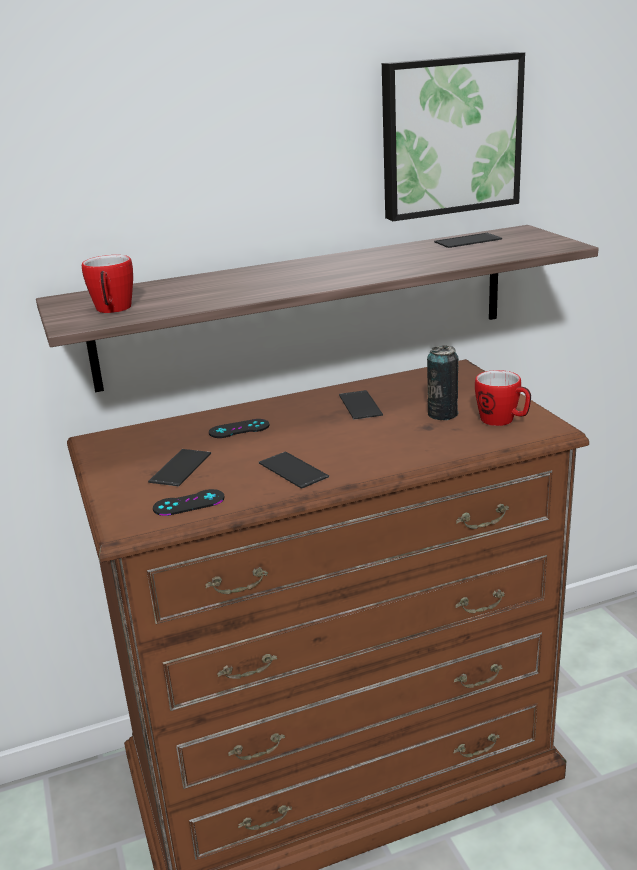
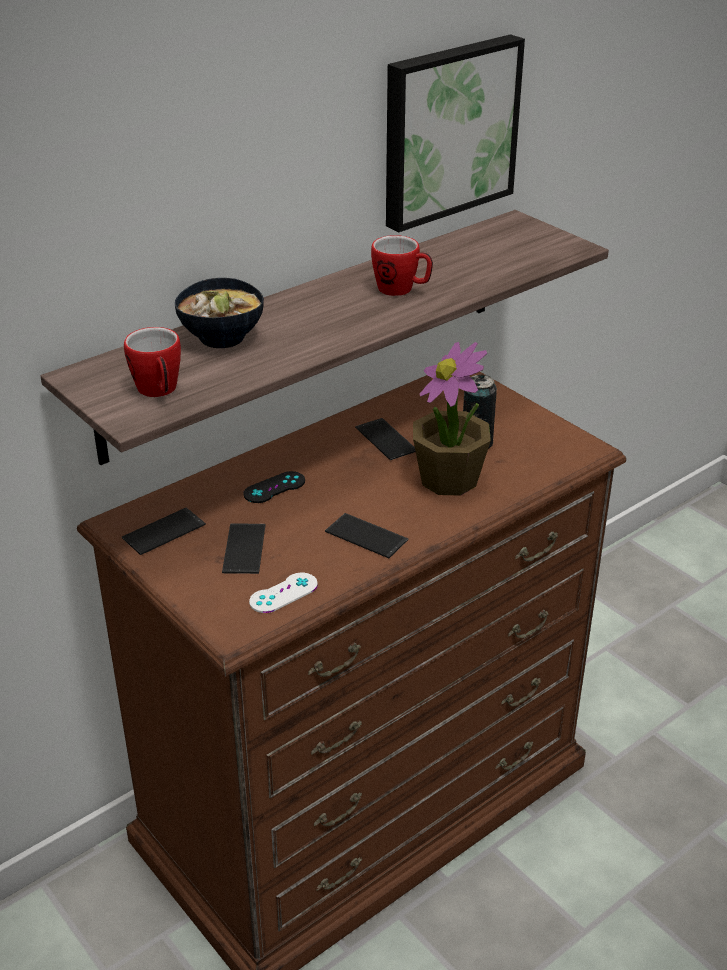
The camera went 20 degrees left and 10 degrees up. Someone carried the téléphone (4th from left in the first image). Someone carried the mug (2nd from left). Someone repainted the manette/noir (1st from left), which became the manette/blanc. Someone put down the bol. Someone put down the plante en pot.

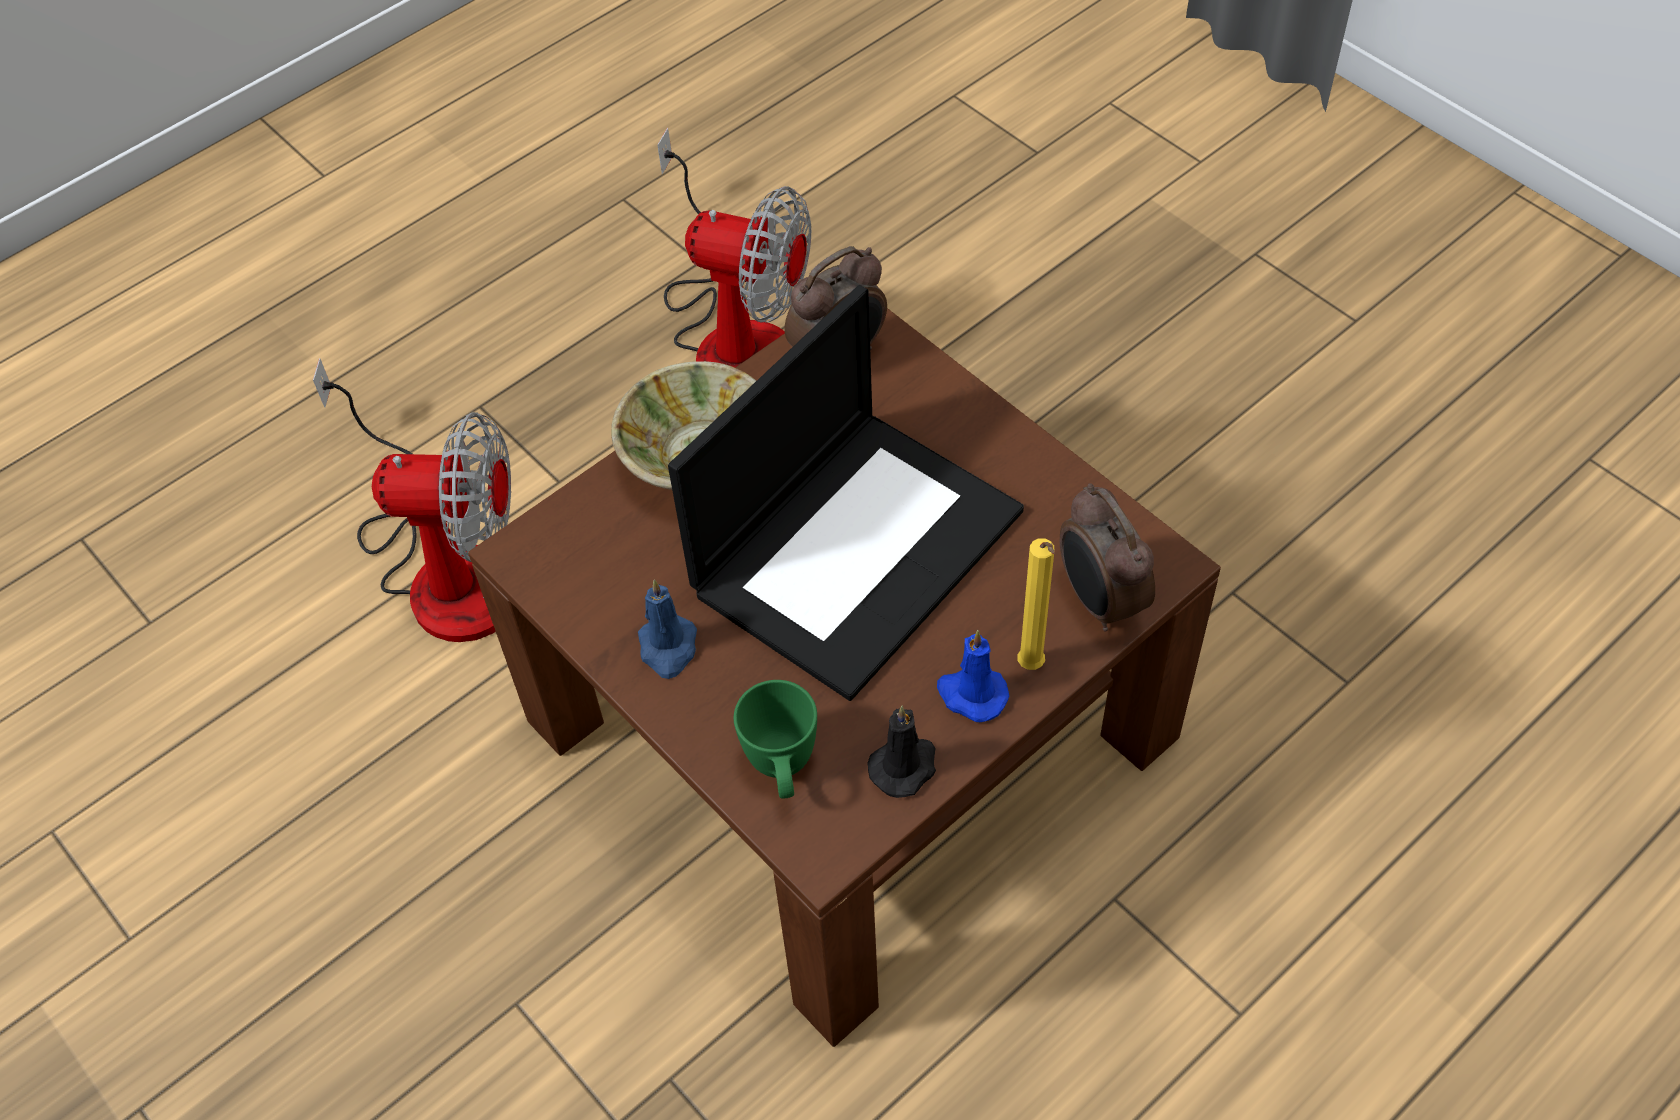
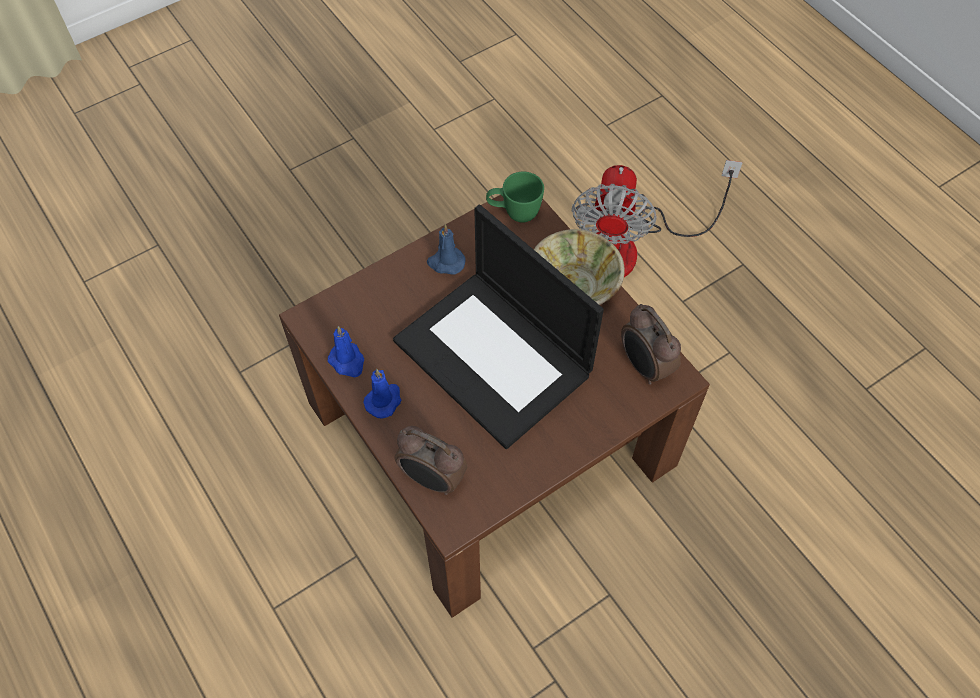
The camera went 95 degrees right and 5 degrees up. Someone took away the ventilateur (2nd from left). Someone rotated the réveil (2nd from left in the first image) by 135 degrees counterclockwise. Someone took away the bougie/jaune. Someone carried the mug/vert. Someone repainted the bougie/noir, which became the bougie/bleu (1st from left).

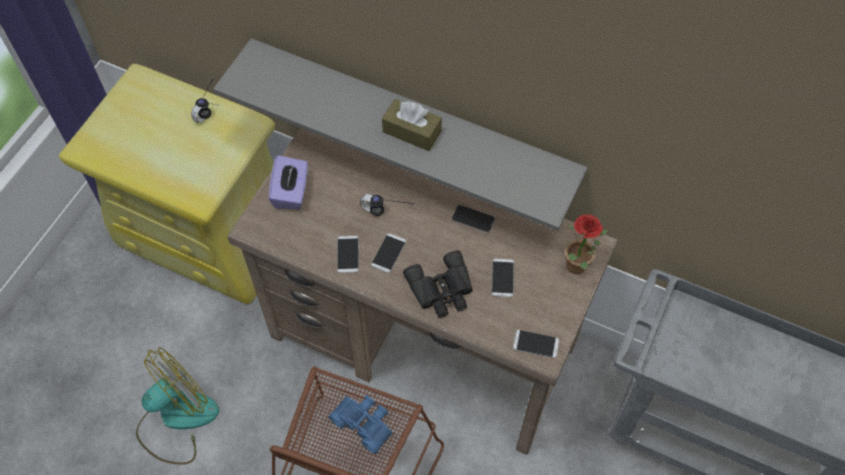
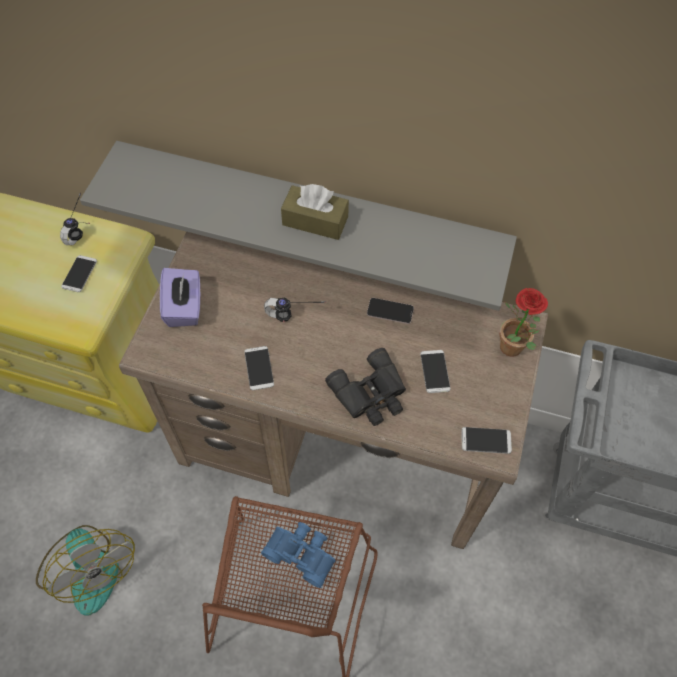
The camera went 10 degrees left and 0 degrees up. Someone carried the téléphone (2nd from left in the first image). Someone rotated the ventilateur by 105 degrees clockwise.

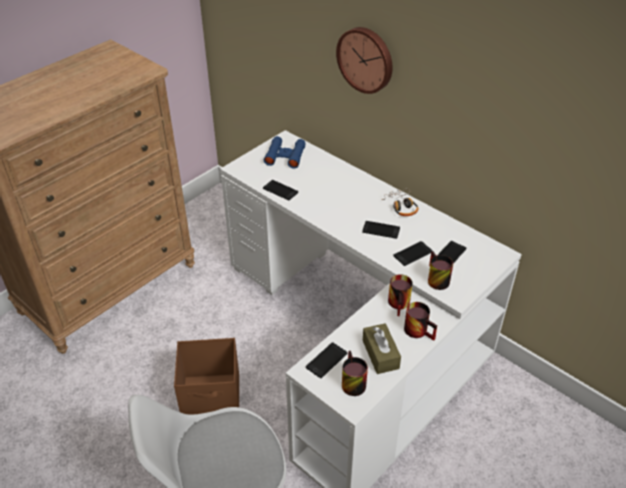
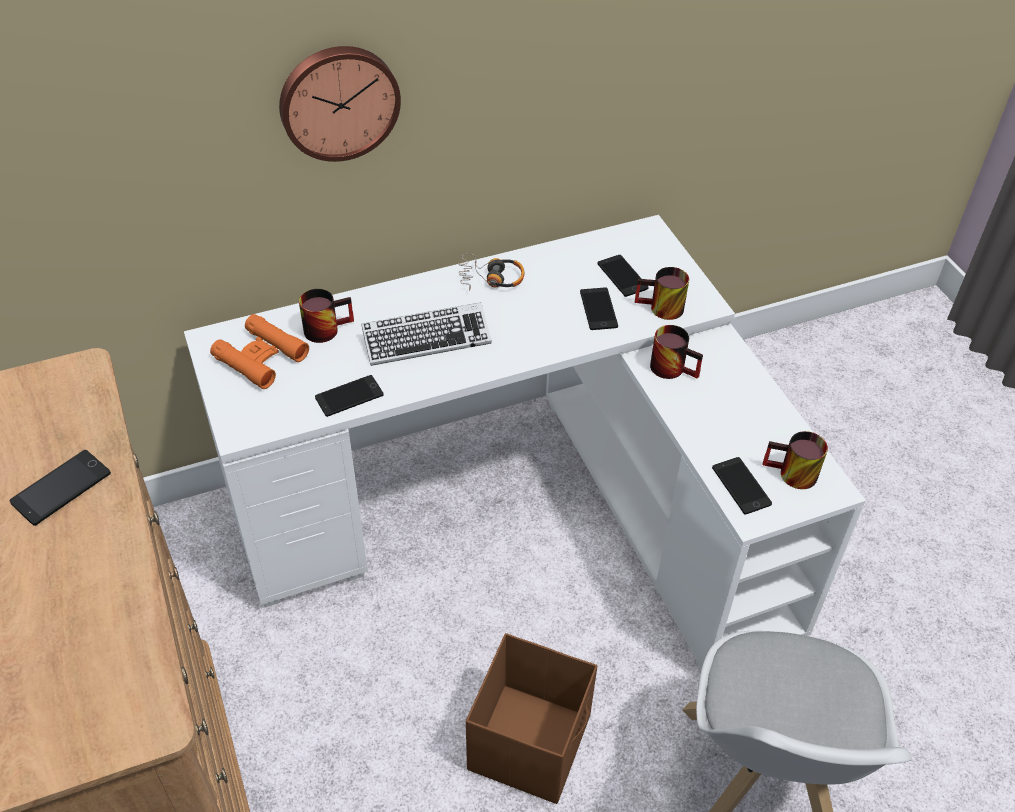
The camera went 65 degrees left and 5 degrees up. Someone repainted the jumelles/bleu, which became the jumelles/orange. Someone carried the téléphone (3rd from left in the first image). Someone carried the mug (3rd from left in the first image). Someone took away the boîte à mouchoirs/marron. Someone put down the clavier.

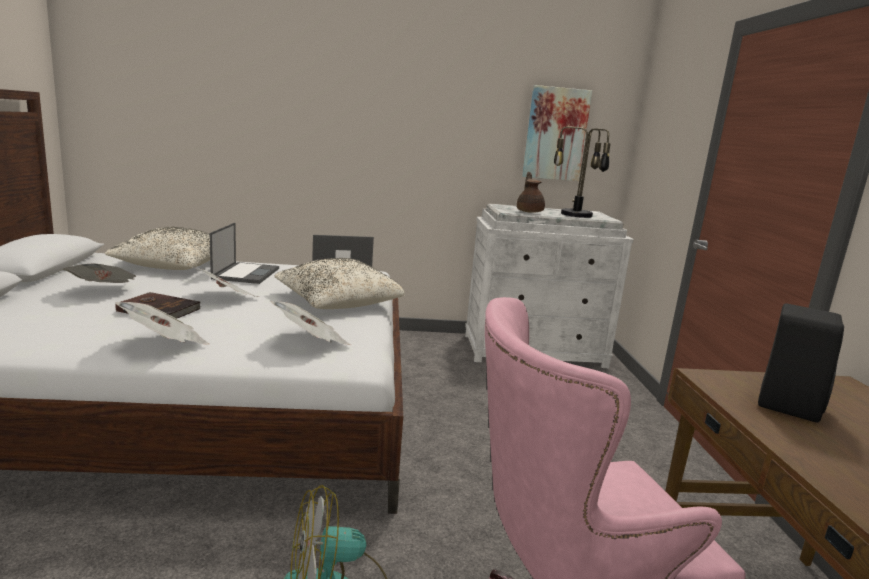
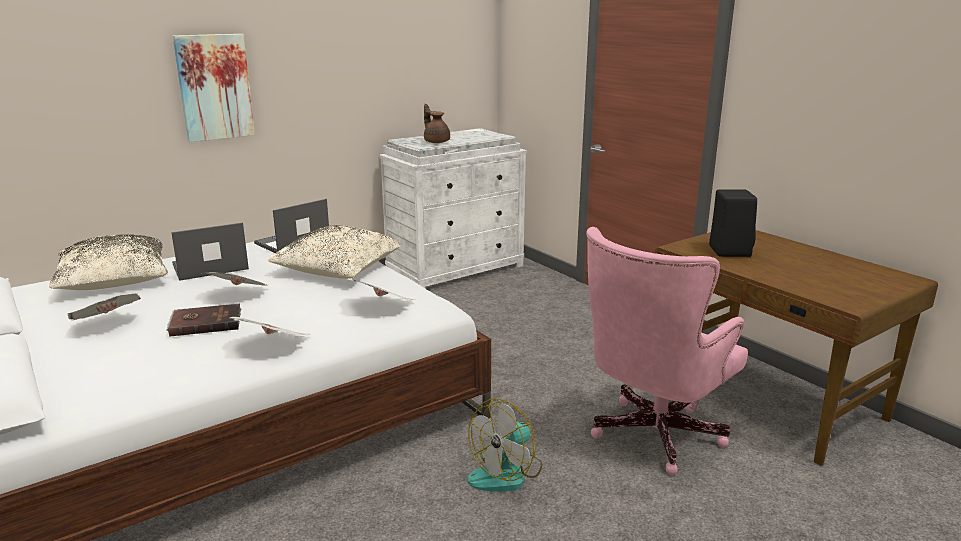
The camera went 30 degrees left and 5 degrees up. Someone carried the tableau. Someone took away the lampe de table. Someone rotated the ordinateur portable (1st from left) by 90 degrees counterclockwise.

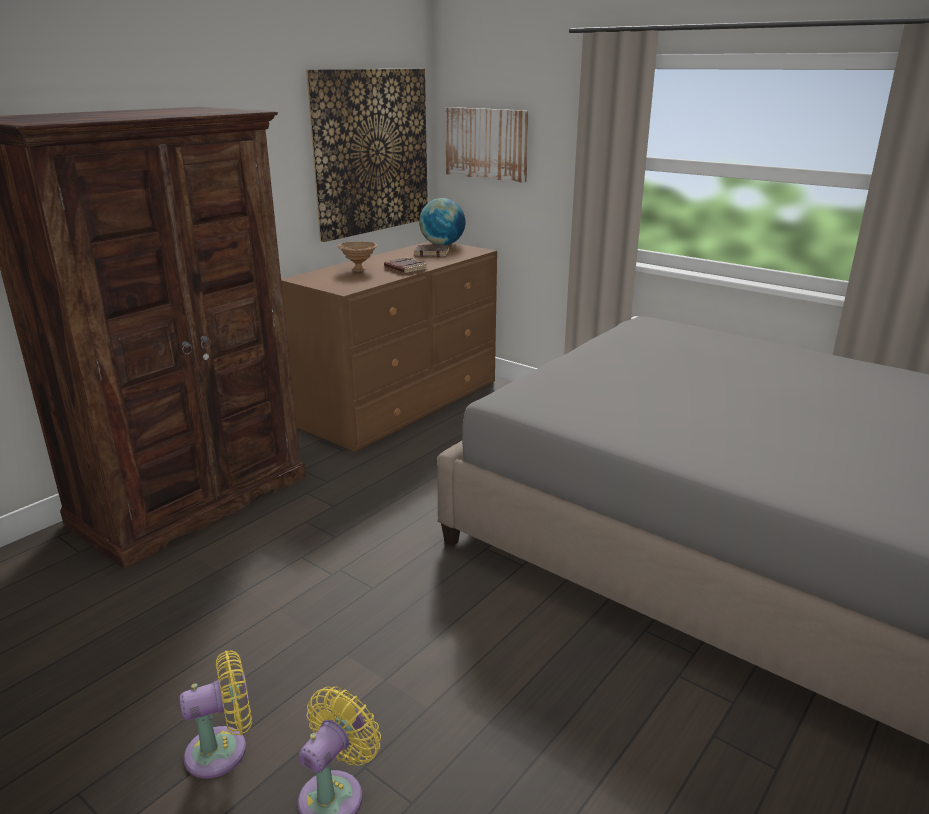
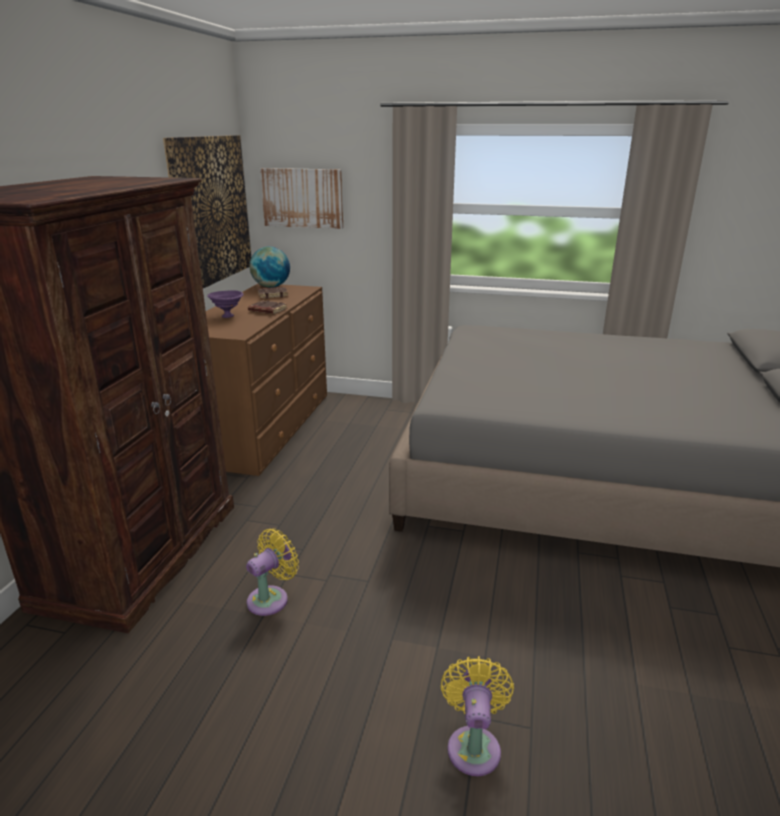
The camera went 25 degrees left and 0 degrees up. Someone repainted the bol/marron, which became the bol/violet. Someone carried the ventilateur/jaune (1st from left).

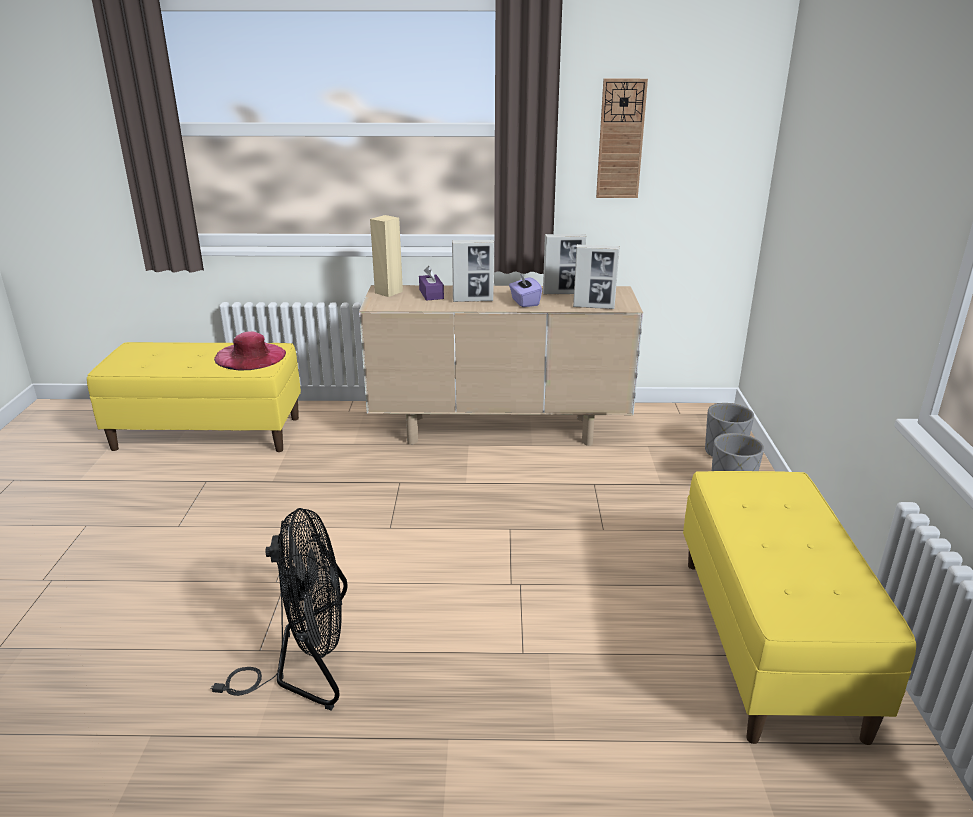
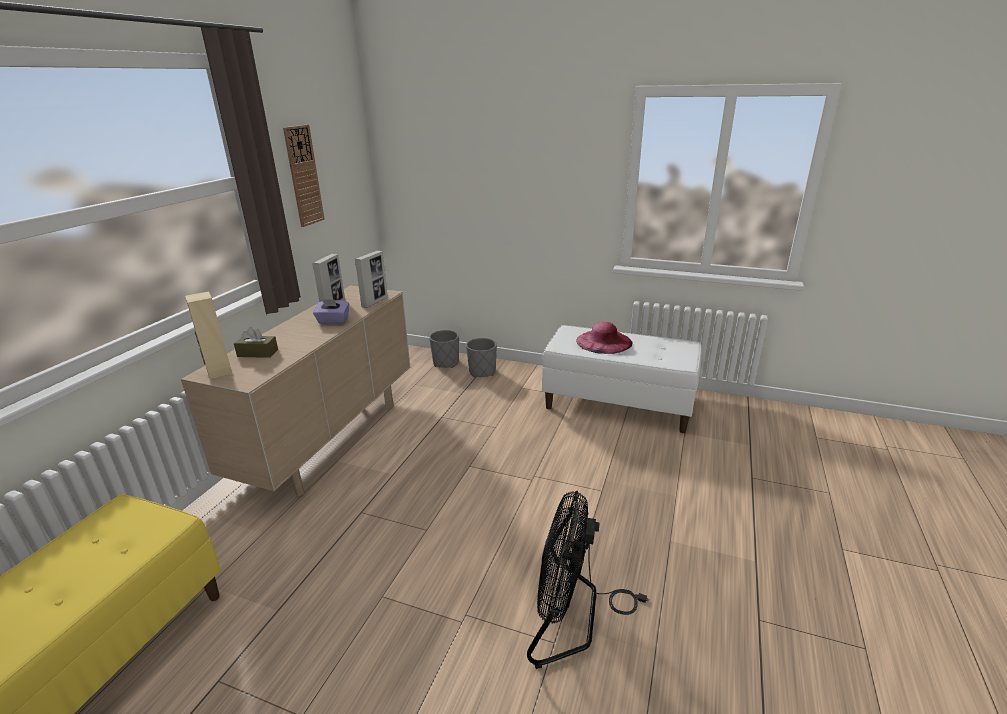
The camera went 70 degrees left and 0 degrees up. Someone took away the cadre photo (1st from left). Someone repainted the boîte à mouchoirs/violet (1st from left), which became the boîte à mouchoirs/marron. Someone carried the chapeau/rose. Someone repainted the banc/jaune (2nd from left), which became the banc/blanc. Someone rotated the ventilateur/noir by 90 degrees counterclockwise.

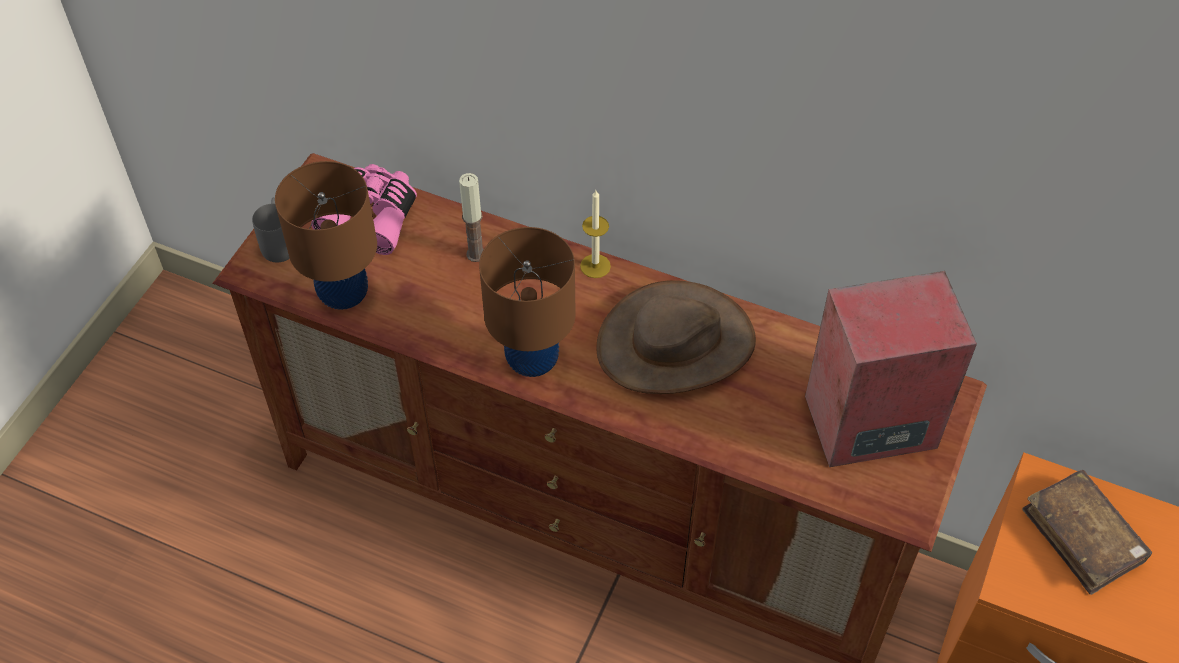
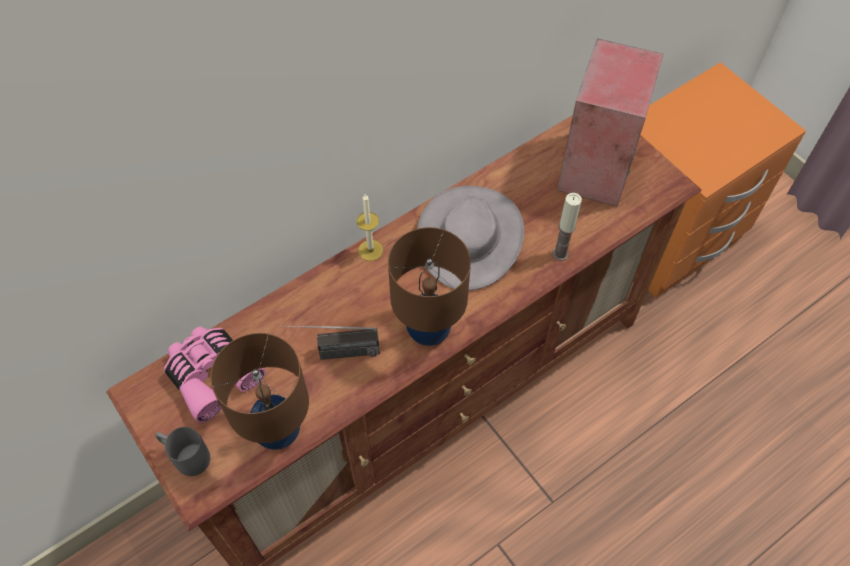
The camera went 60 degrees left and 5 degrees up. Someone carried the bougie (1st from left in the first image). Someone repainted the chapeau/marron, which became the chapeau/gris. Someone took away the livre/marron. Someone put down the radio.

